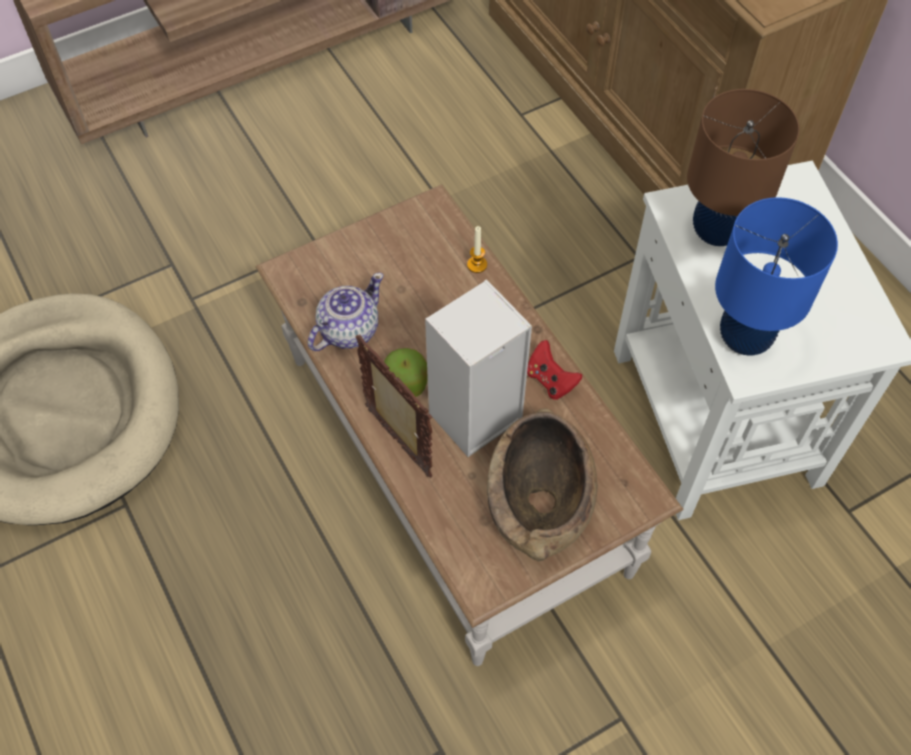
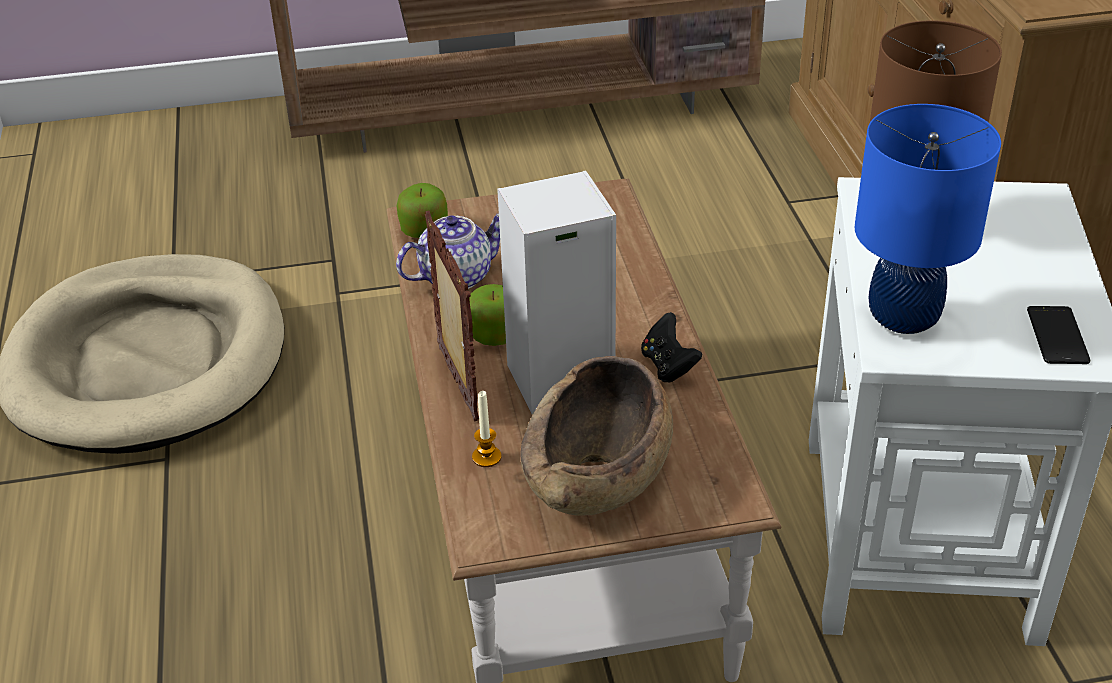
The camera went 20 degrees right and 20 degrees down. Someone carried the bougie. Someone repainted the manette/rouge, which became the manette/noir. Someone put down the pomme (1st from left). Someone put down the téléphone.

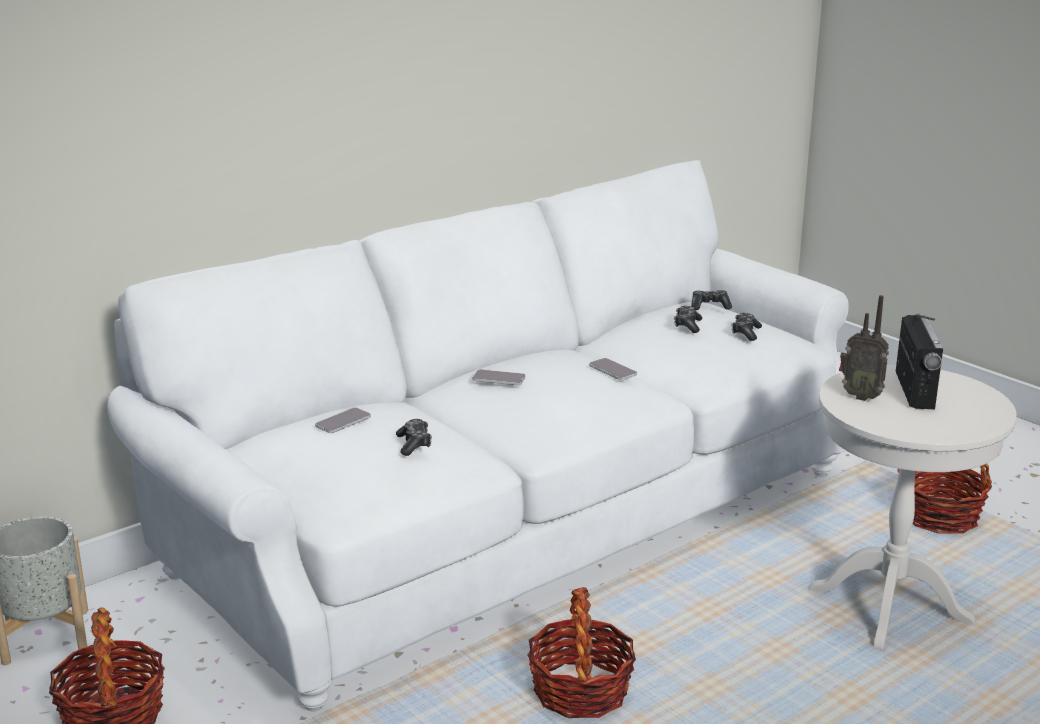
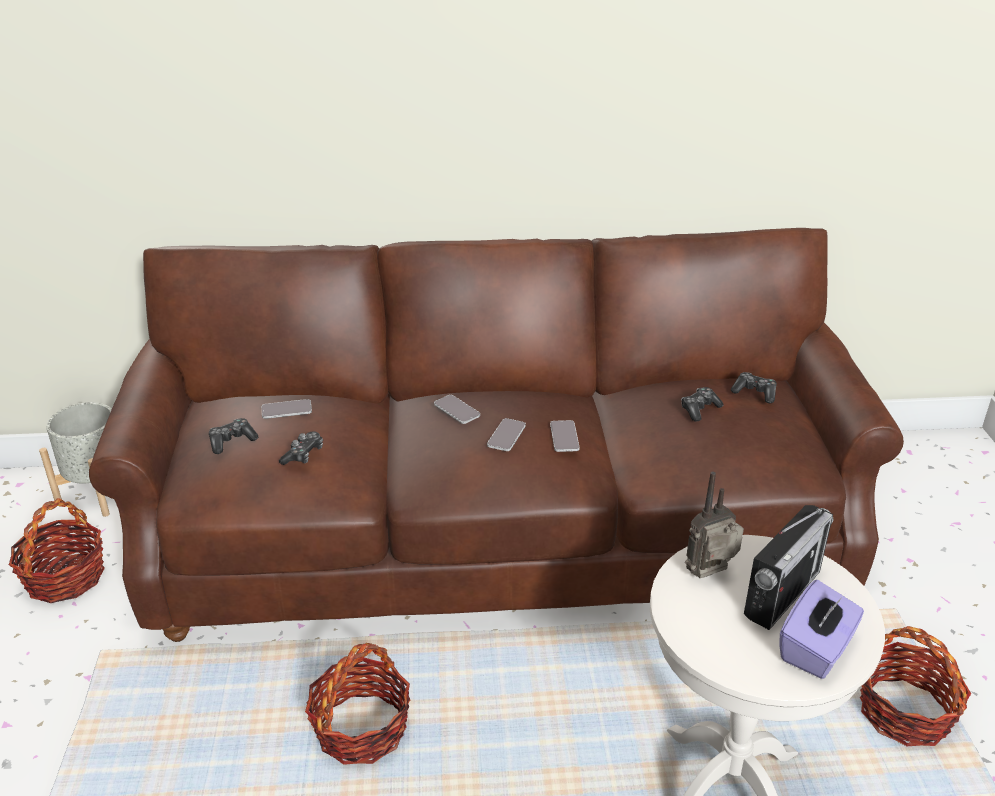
The camera went 35 degrees right and 10 degrees up. Someone repainted the canapé/blanc, which became the canapé/marron. Someone rotated the radio (1st from left) by 90 degrees clockwise. Someone carried the manette (4th from left in the first image). Someone put down the téléphone (3rd from left). Someone put down the boîte à mouchoirs/violet.

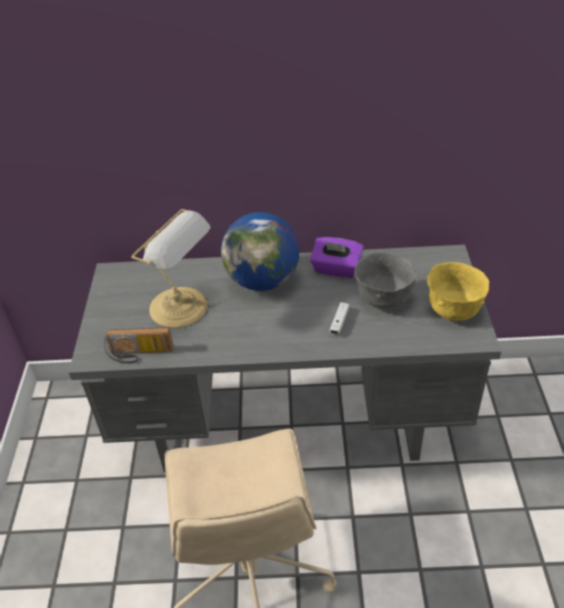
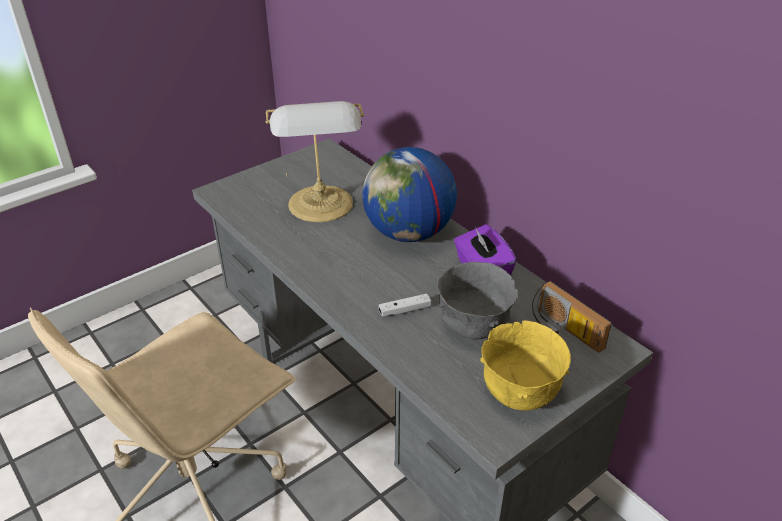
The camera went 50 degrees right and 5 degrees down. Someone carried the radio.

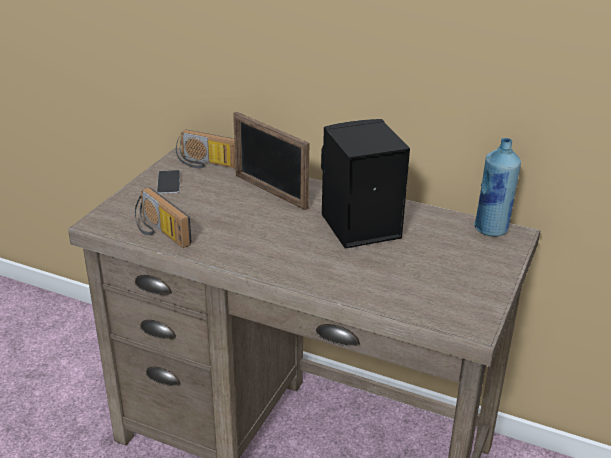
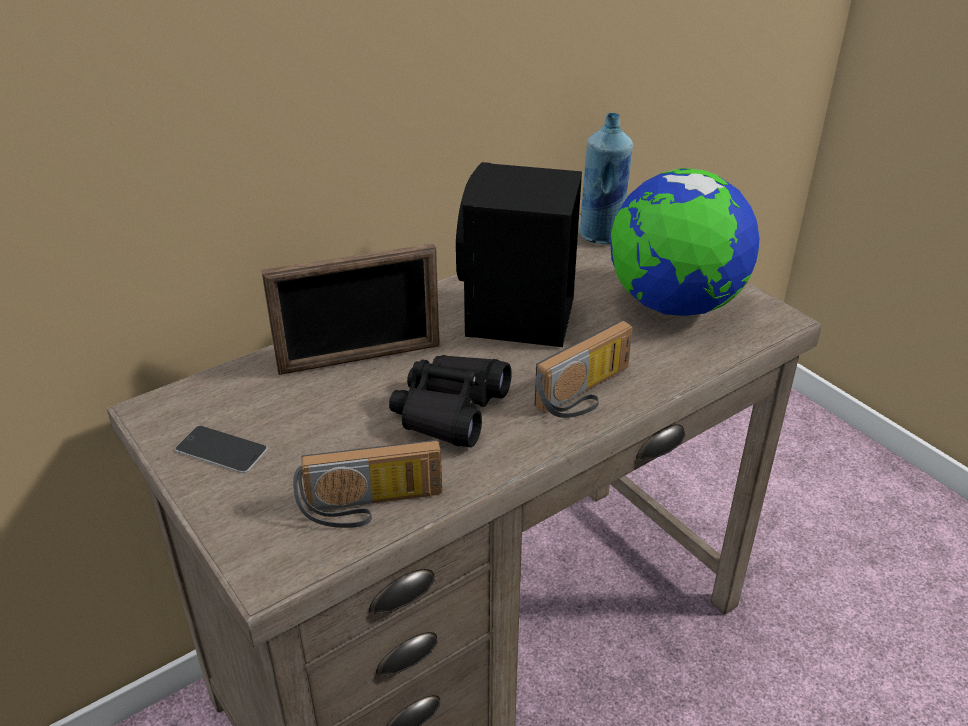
The camera went 60 degrees left and 5 degrees up. Someone carried the radio (2nd from left). Someone put down the globe. Someone put down the jumelles/noir.

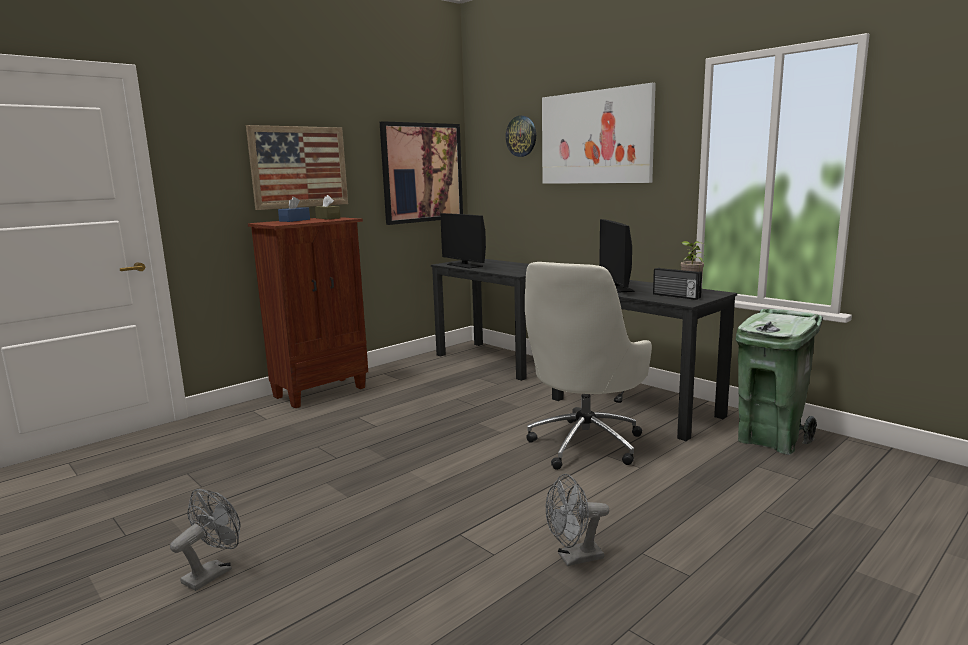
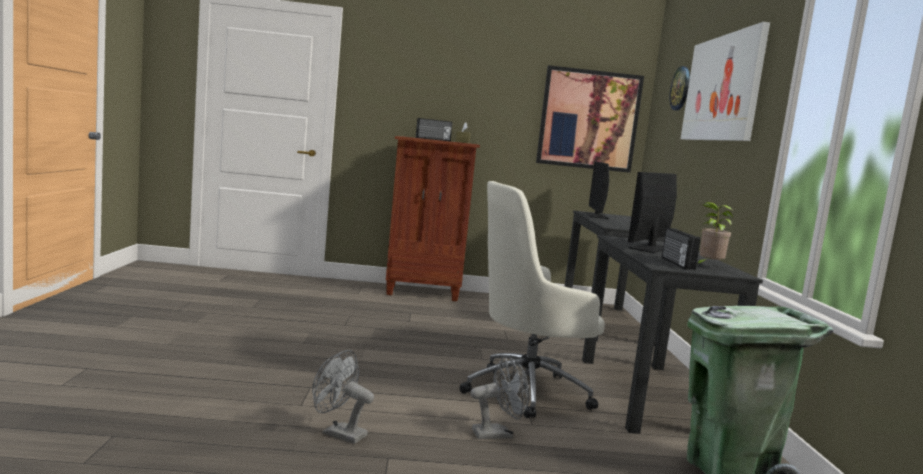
The camera went 40 degrees right and 5 degrees down. Someone took away the tableau (1st from left). Someone swapped the boîte à mouchoirs/bleu for the radio (1st from left). Someone carried the ventilateur/gris (1st from left in the first image).

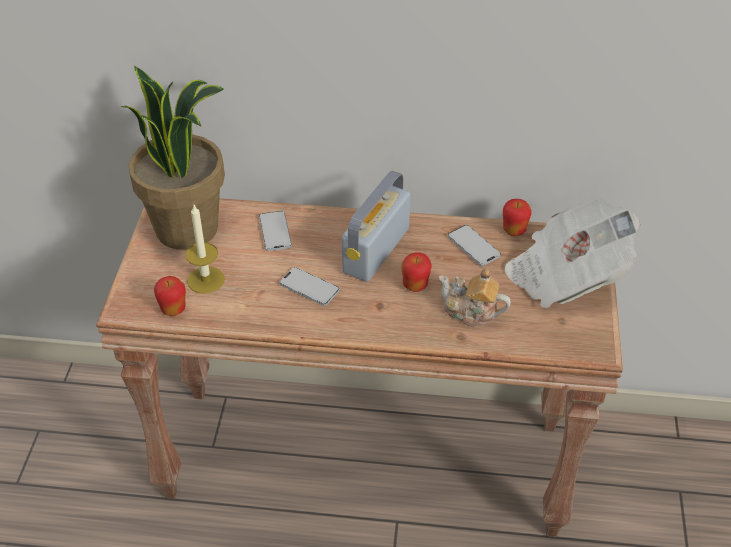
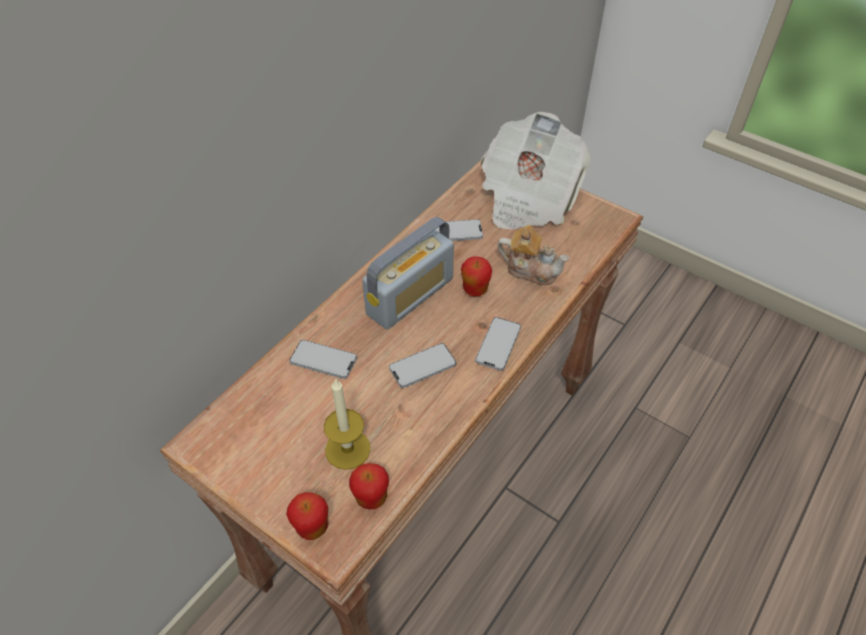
The camera went 60 degrees left and 5 degrees up. Someone took away the plante en pot. Someone rotated the radio by 105 degrees counterclockwise. Someone carried the pomme (3rd from left in the first image). Someone rotated the théière by 120 degrees counterclockwise. Someone put down the téléphone (4th from left).

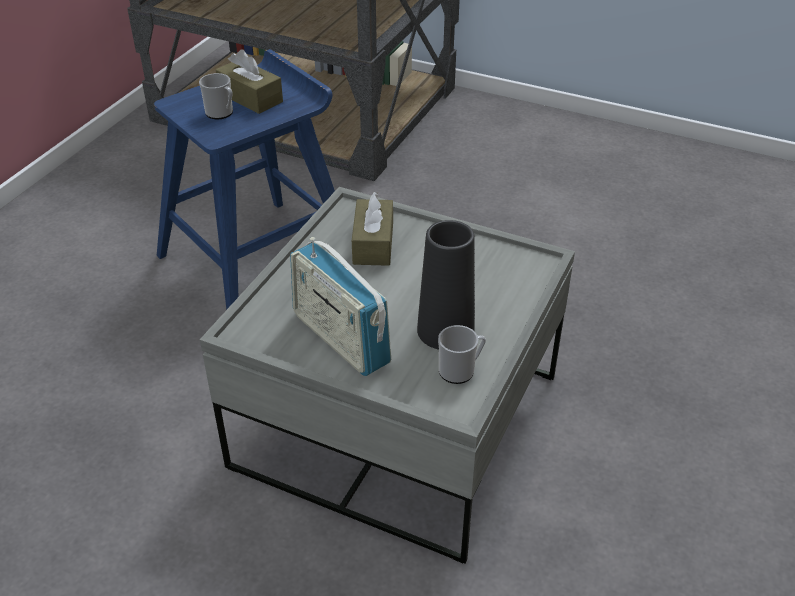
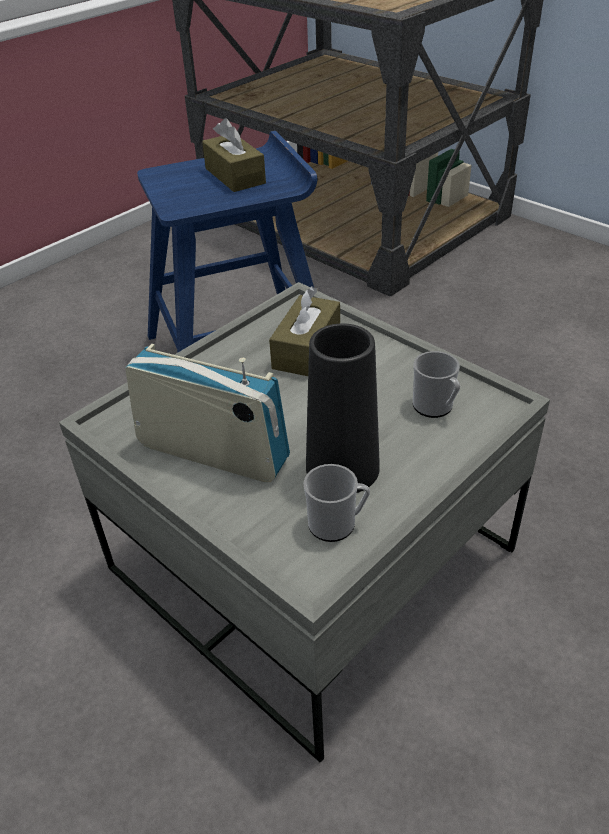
The camera went 20 degrees right and 0 degrees up. Someone carried the mug (1st from left in the first image). Someone rotated the radio by 135 degrees clockwise.

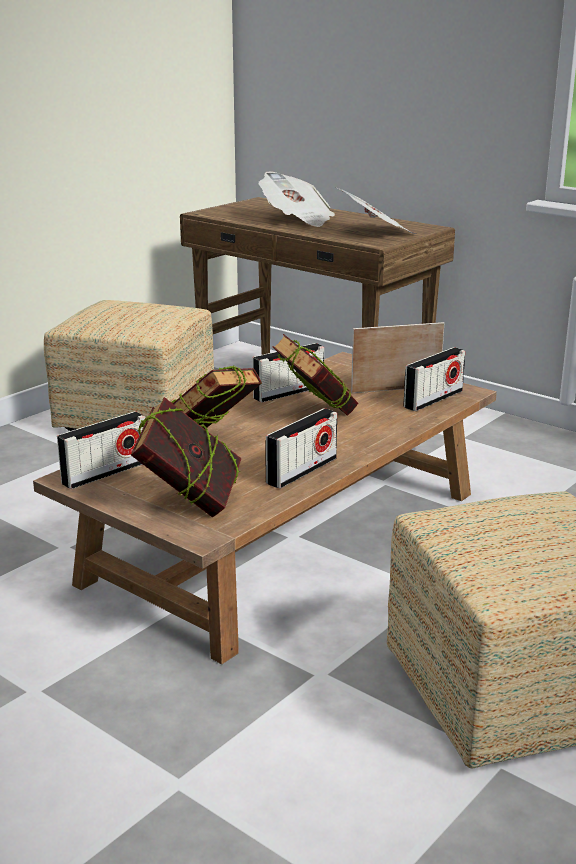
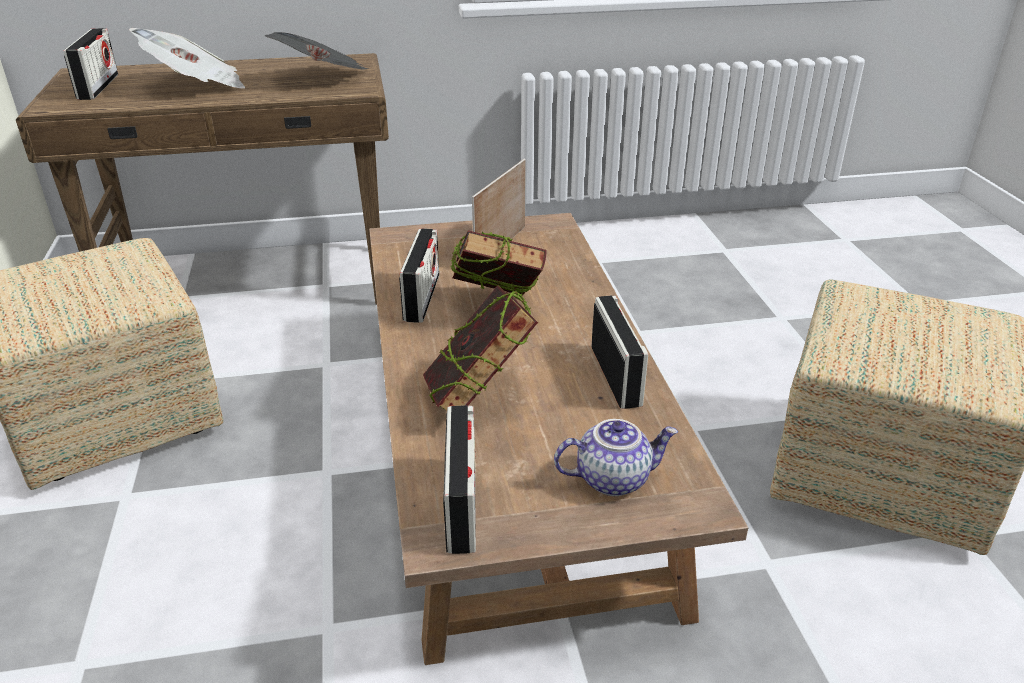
The camera went 50 degrees left and 10 degrees up. Someone carried the radio (4th from left in the first image). Someone swapped the livre (1st from left) for the théière.

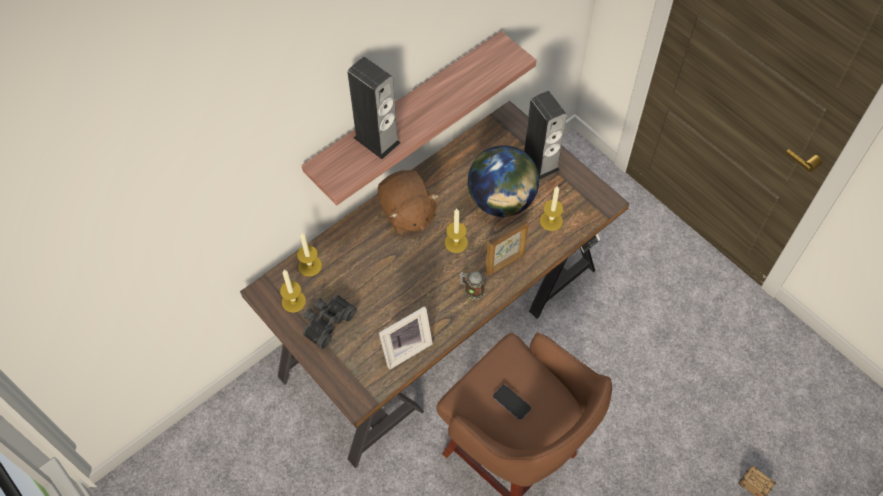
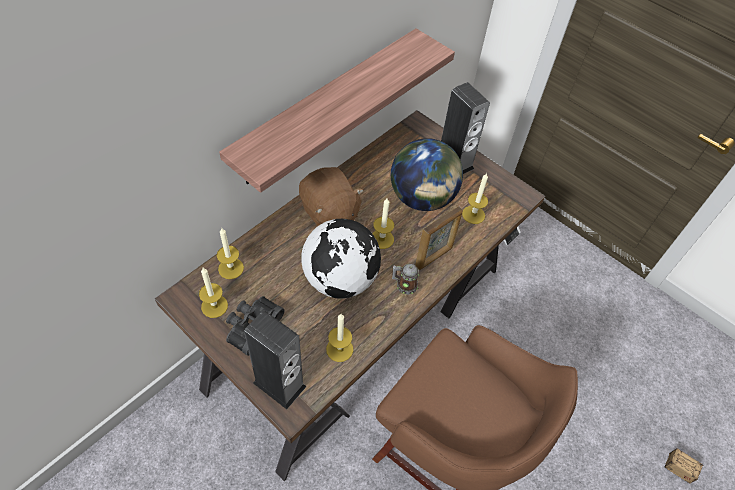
The camera went 10 degrees left and 5 degrees down. Someone carried the enceinte (1st from left). Someone swapped the cadre photo (1st from left) for the bougie (3rd from left). Someone took away the téléphone. Someone put down the globe (1st from left).

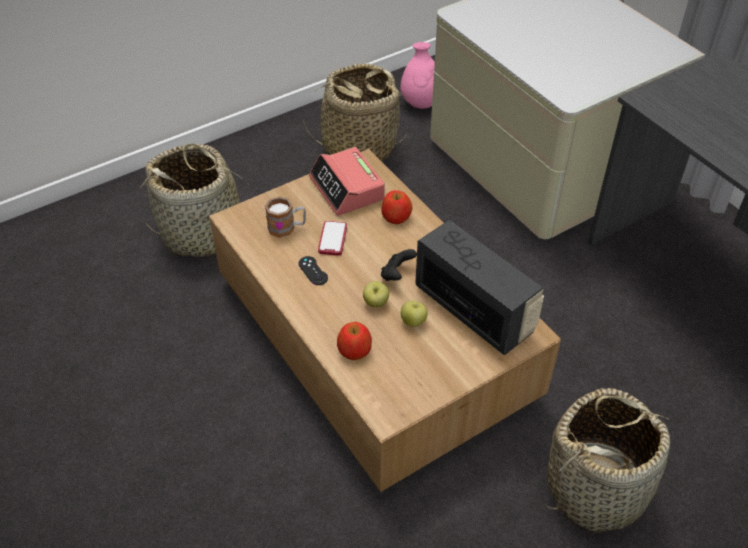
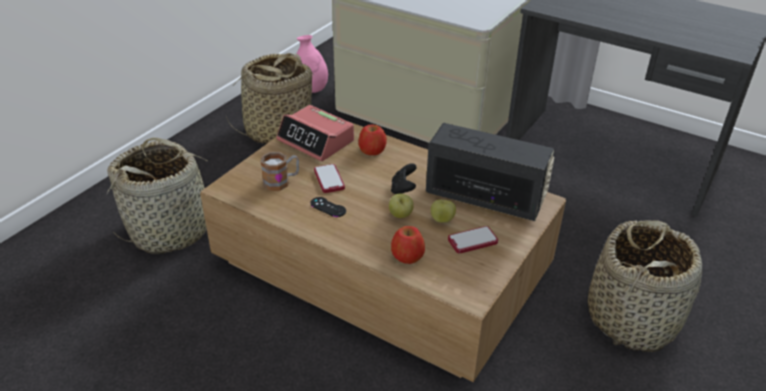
The camera went 25 degrees left and 10 degrees down. Someone put down the téléphone (2nd from left).

